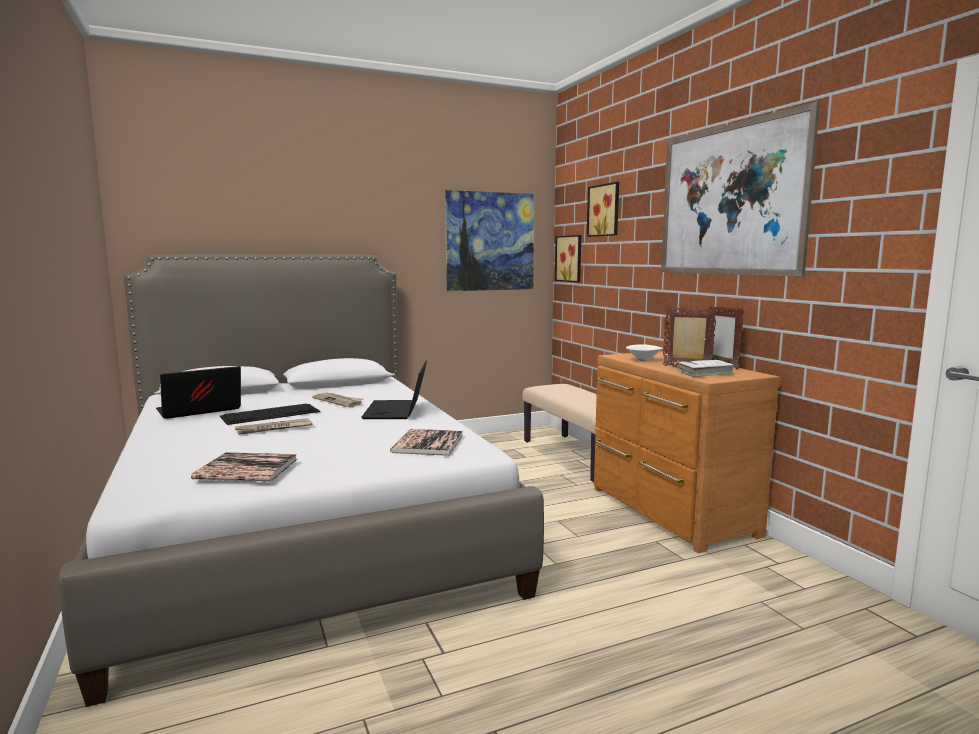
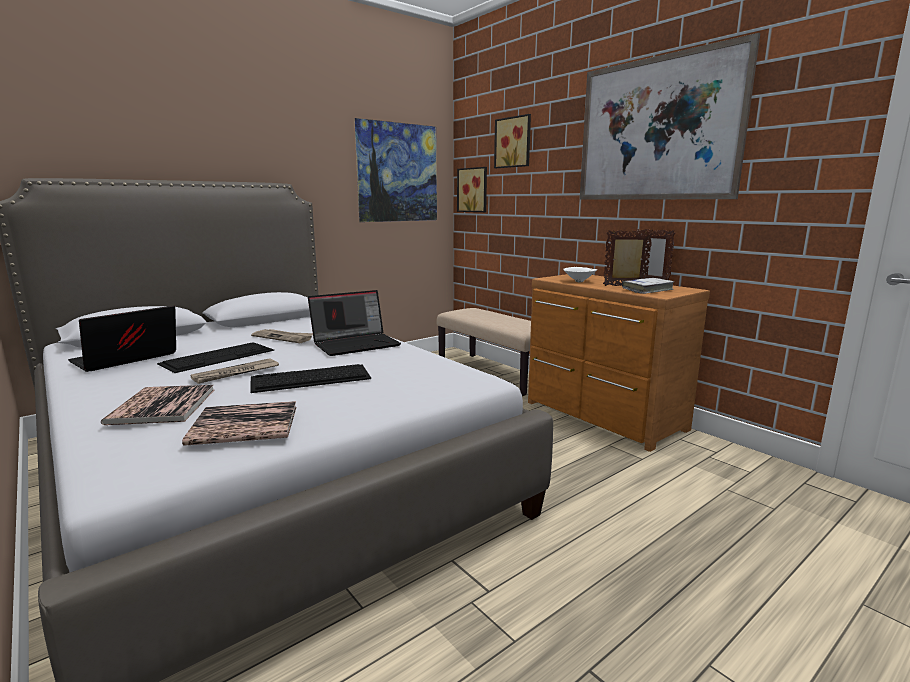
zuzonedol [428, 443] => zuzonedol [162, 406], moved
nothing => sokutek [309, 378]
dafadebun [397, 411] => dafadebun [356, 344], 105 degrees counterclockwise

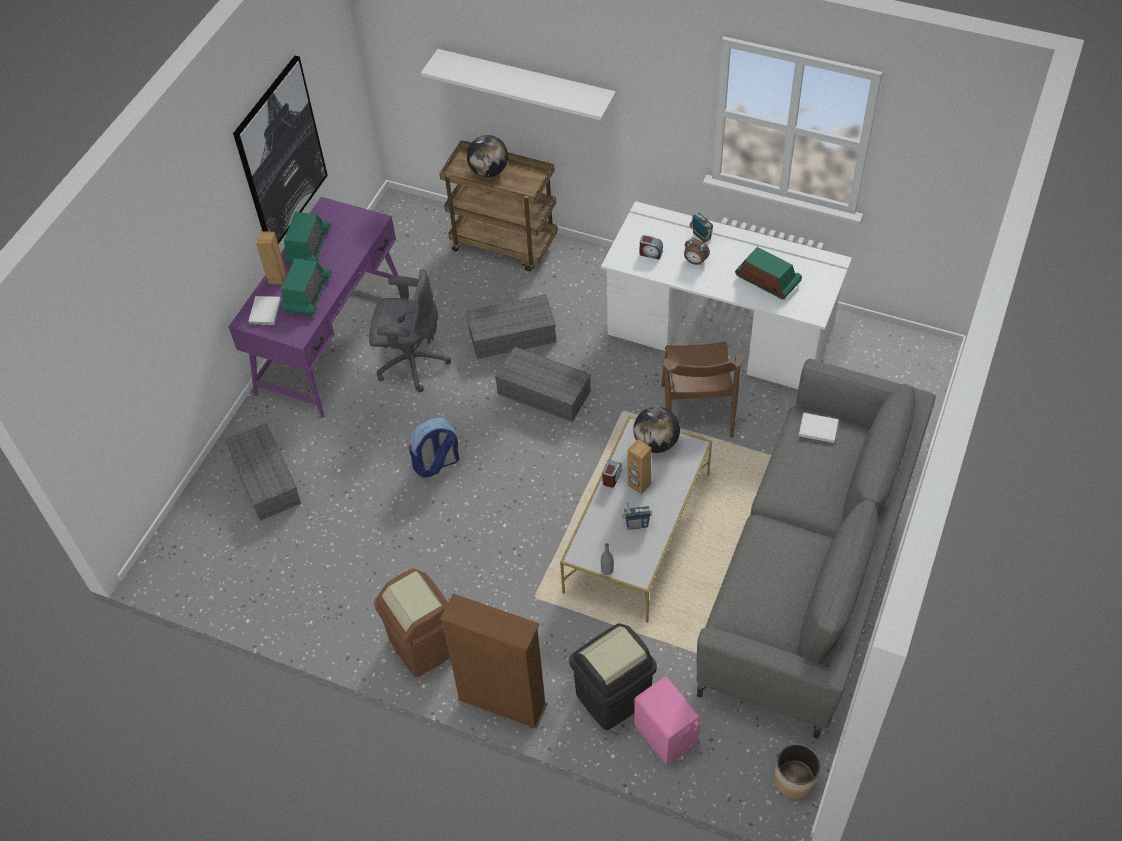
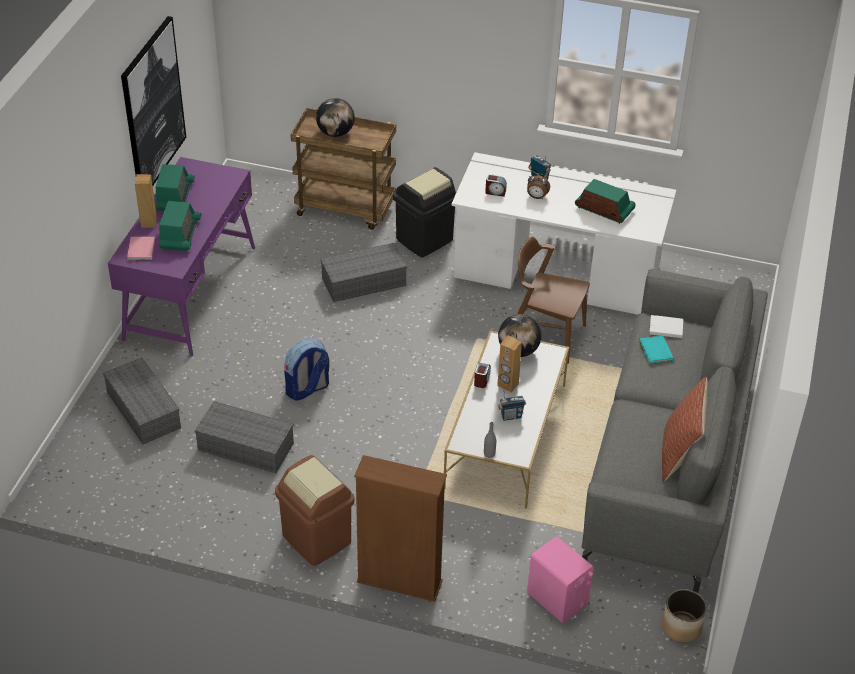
white zuzonedol [264, 312] => pink zuzonedol [140, 250]
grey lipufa [542, 393] => grey lipufa [244, 447], moved
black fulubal [613, 697] => black fulubal [424, 240], moved
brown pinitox [696, 411] => brown pinitox [545, 336], 120 degrees clockwise
nothing => turquoise zuzonedol [655, 352]
nothing => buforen [679, 454]
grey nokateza [411, 362] => nothing
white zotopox [526, 83] => nothing

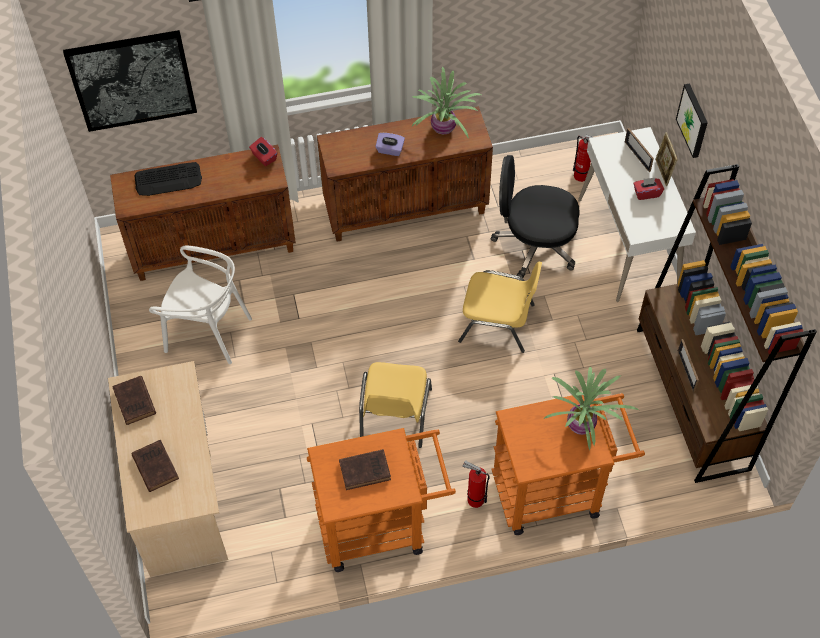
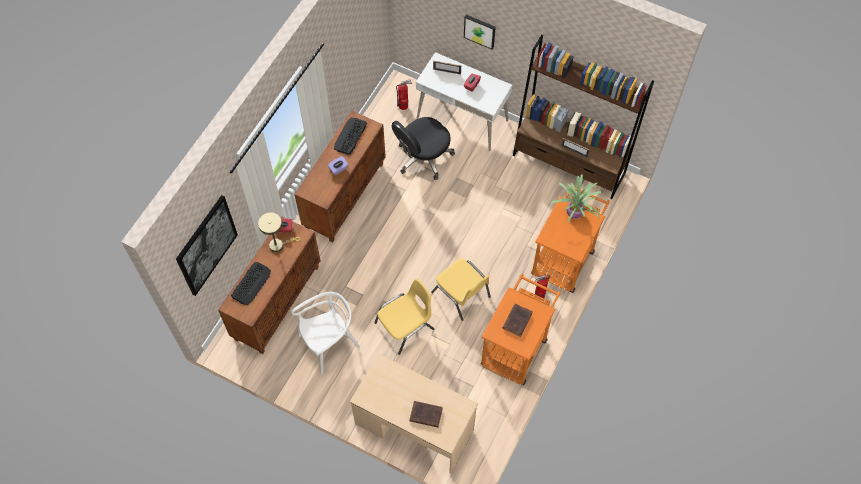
nothing => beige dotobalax [279, 244]
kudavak [443, 129] => sokutek [350, 136]
yellow pinitox [498, 323] => yellow pinitox [405, 326], moved
brown zuzonedol [135, 403] => nothing
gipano [662, 172] => nothing

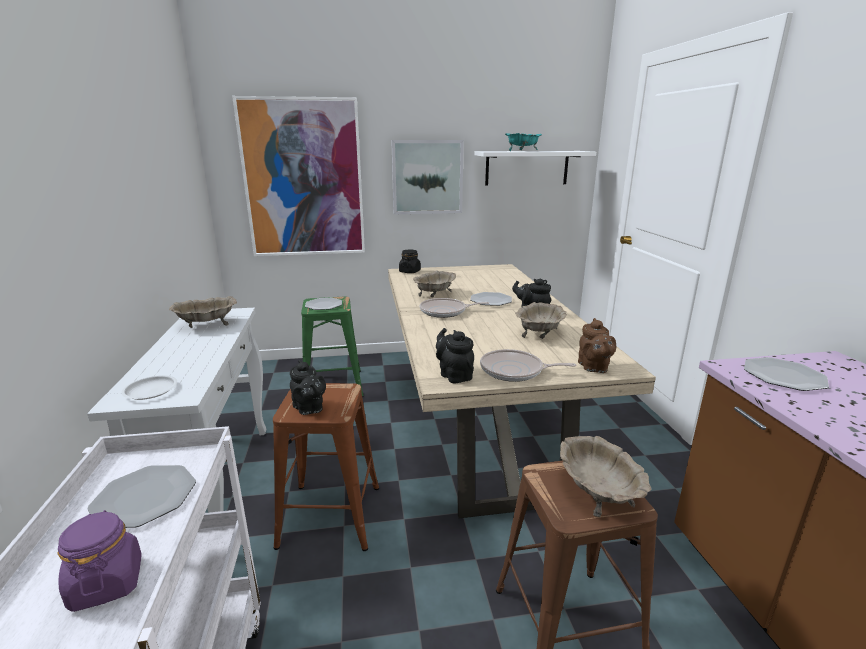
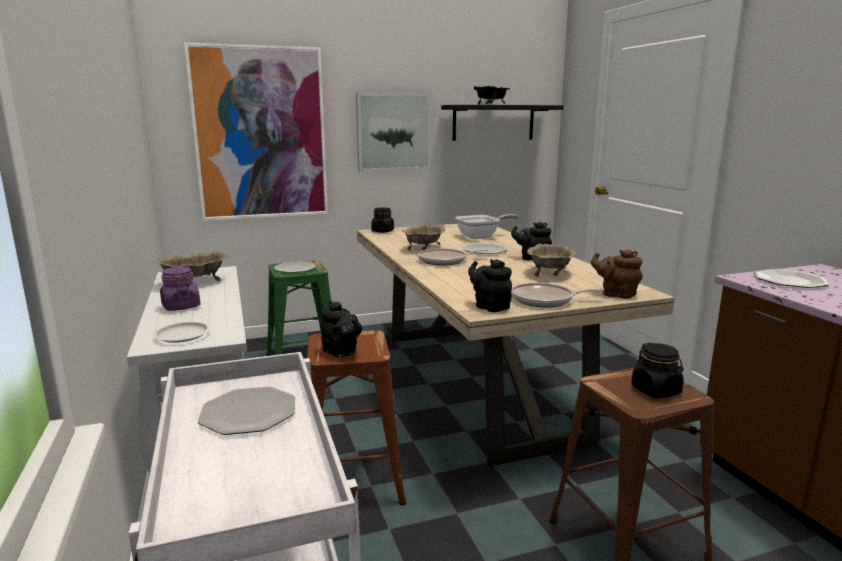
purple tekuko [107, 583] => purple tekuko [181, 306], moved
white zotopox [527, 168] => black zotopox [493, 122]
nothing => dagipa [481, 237]
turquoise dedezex [522, 151] => black dedezex [491, 104]
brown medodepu [593, 368] => brown medodepu [616, 294], 135 degrees clockwise
beige dedezex [597, 494] => black tekuko [656, 391]

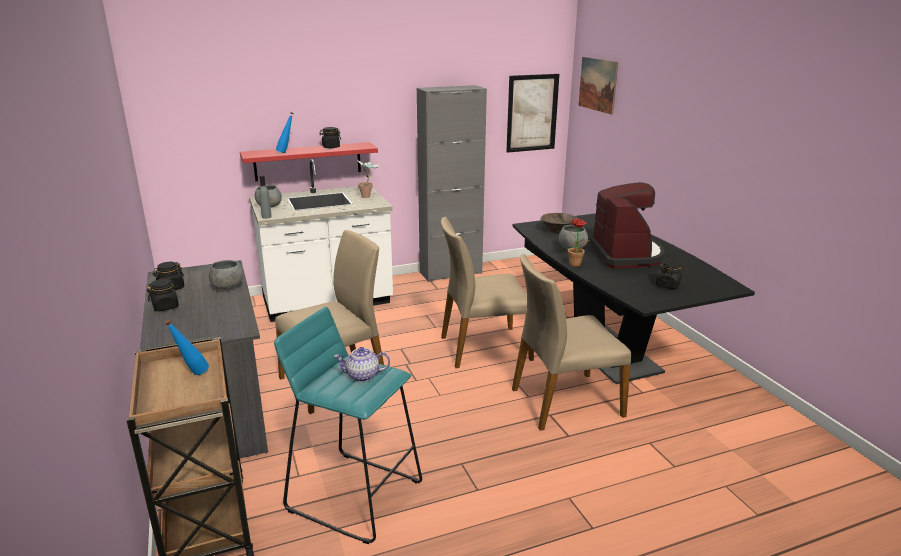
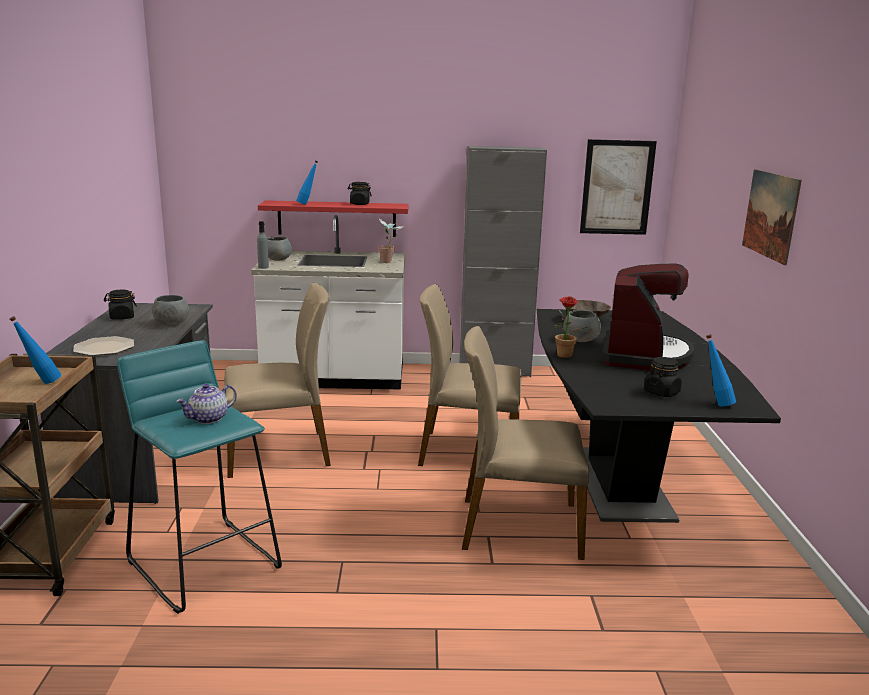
nothing => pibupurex [104, 348]
medodepu [362, 376] => medodepu [208, 419], 60 degrees counterclockwise
nothing => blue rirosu [715, 404]
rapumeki [597, 84] => rapumeki [770, 215], moved
black tekuko [166, 306] => nothing

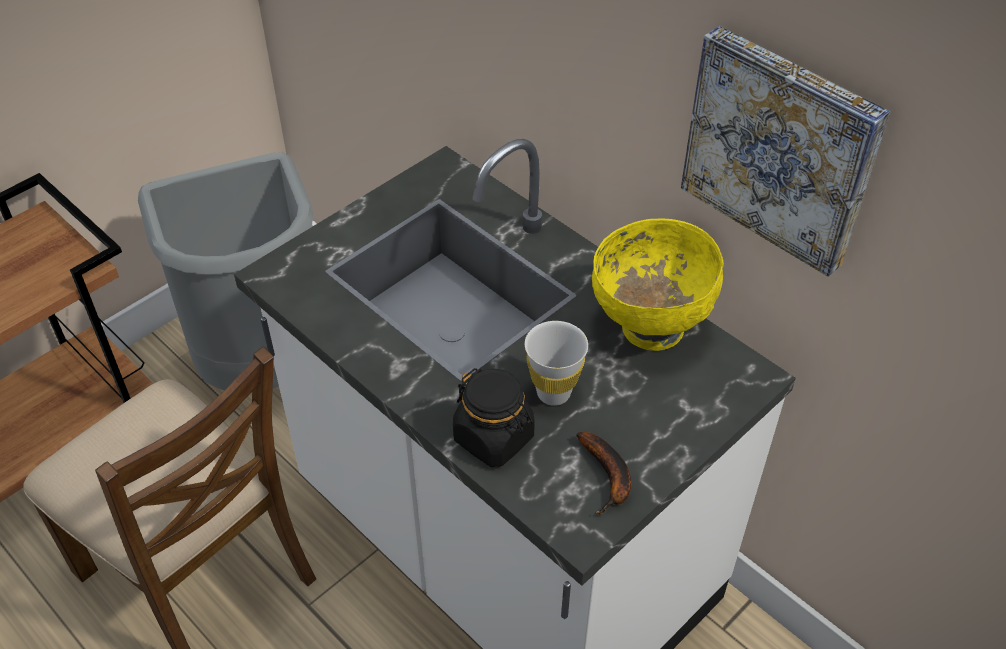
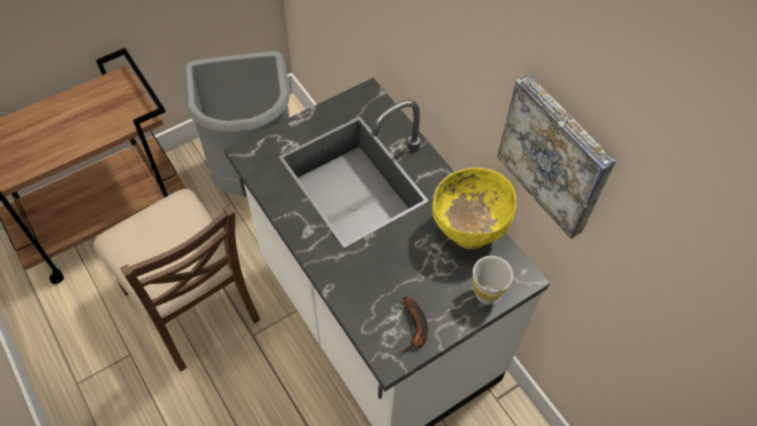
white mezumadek [553, 393] => white mezumadek [486, 295], moved
black tekuko [494, 438] => nothing

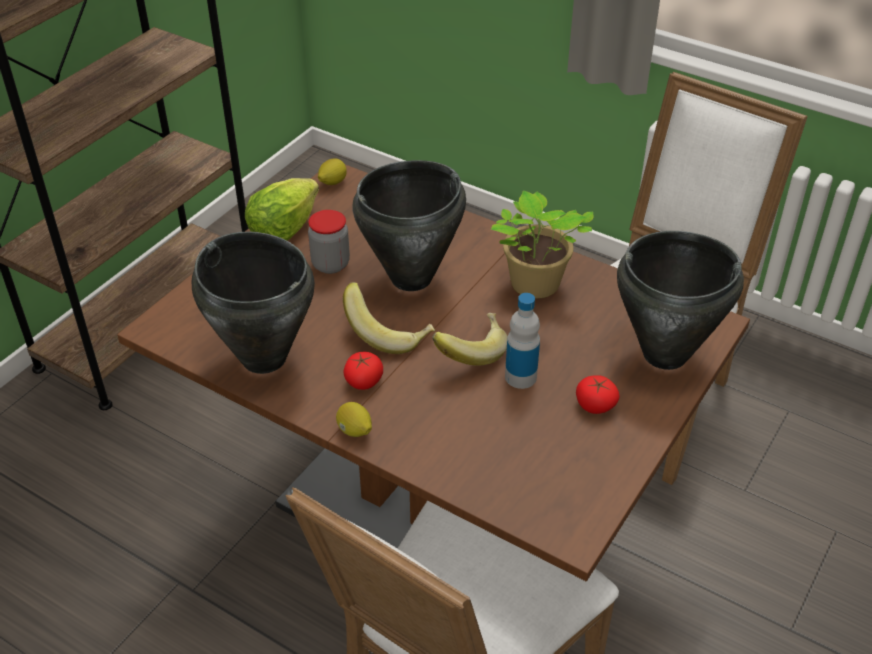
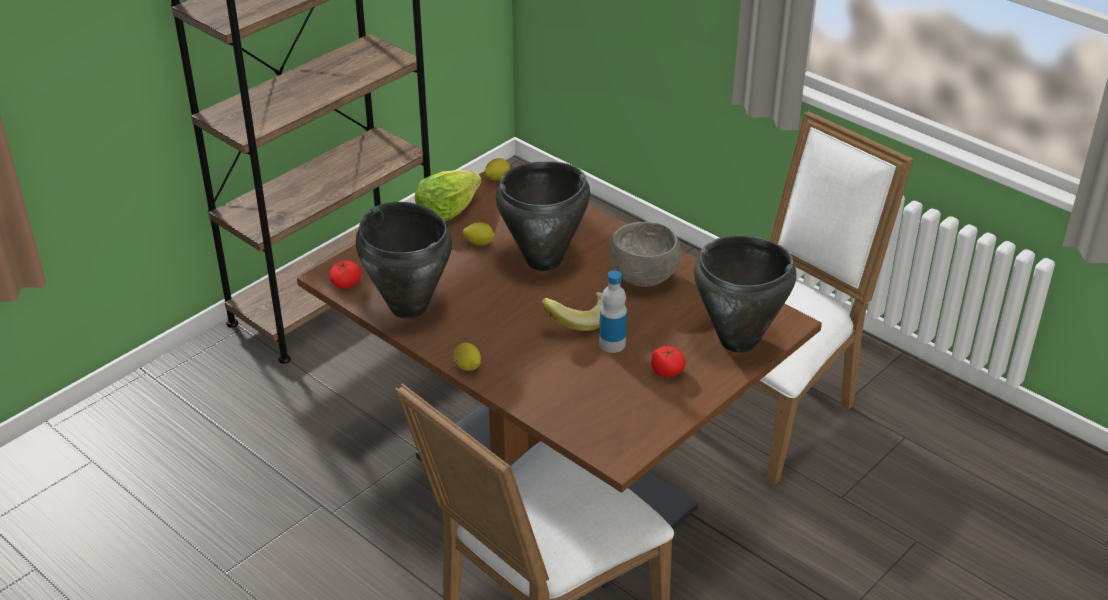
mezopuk [363, 381] => mezopuk [346, 284], moved
tekuko [330, 264] => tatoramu [479, 243]
kudavak [533, 286] => grey dedezex [644, 277]
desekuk [389, 333] => nothing

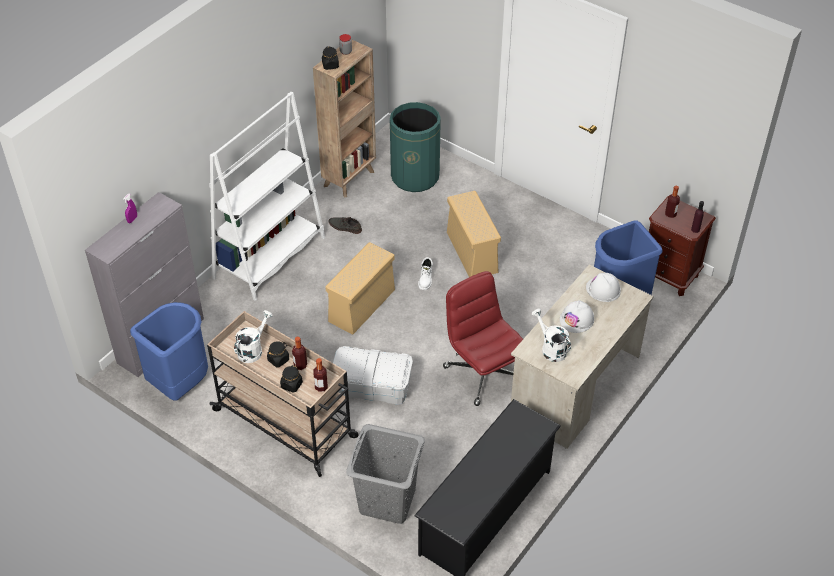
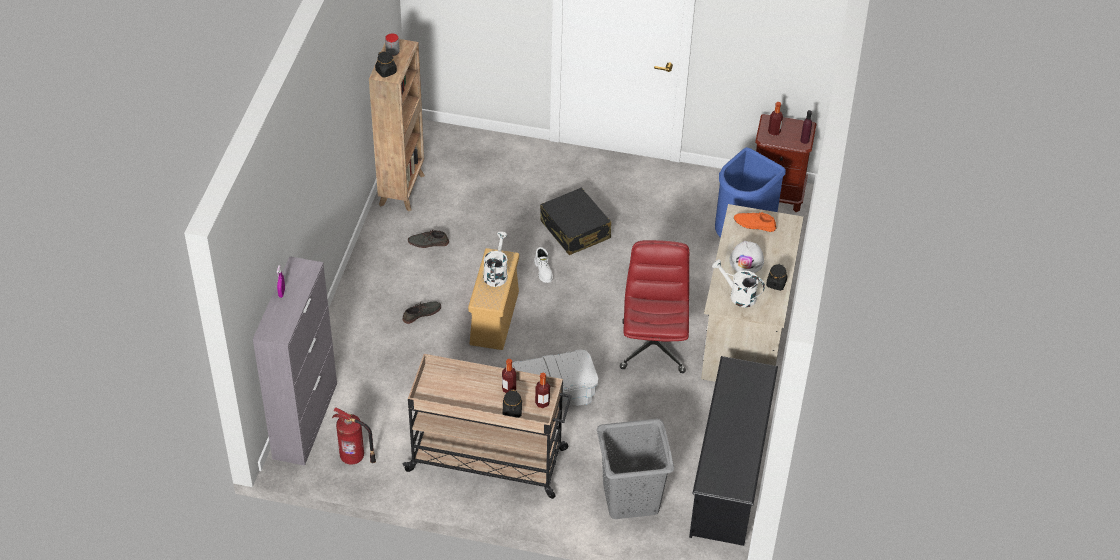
blue fulubal [180, 384] => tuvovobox [354, 457]
nothing => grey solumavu [421, 313]
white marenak [253, 349] => white marenak [496, 273], moved
beige lipufa [472, 253] => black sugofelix [575, 230]
red nokateza [483, 373] => red nokateza [653, 346], 60 degrees clockwise
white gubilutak [603, 289] => orange solumavu [754, 224]
black tekuko [278, 360] => black tekuko [776, 283], moved
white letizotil [270, 258] => nothing
green fulubal [415, 176] => nothing

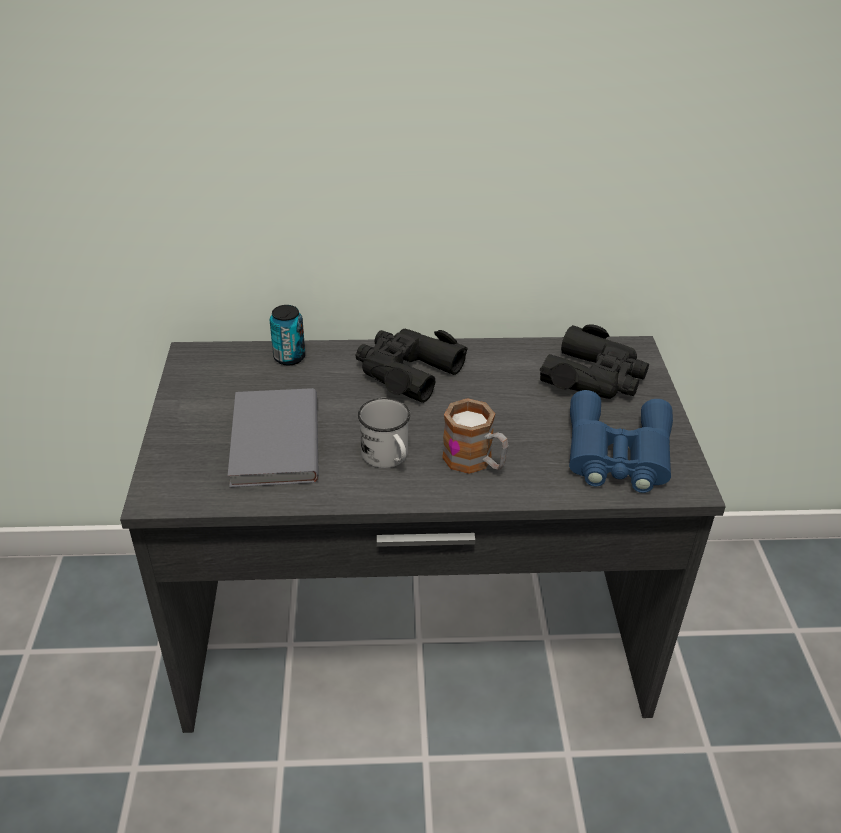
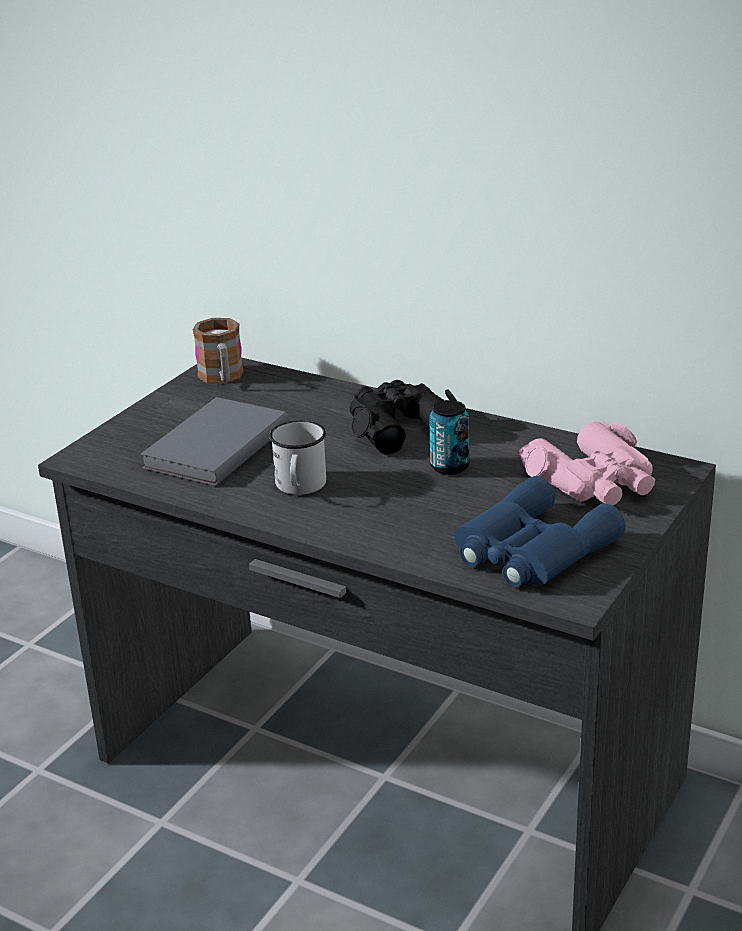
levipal [475, 462] => levipal [222, 378], moved
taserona [289, 357] => taserona [449, 466], moved
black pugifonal [594, 377] => pink pugifonal [594, 481]

